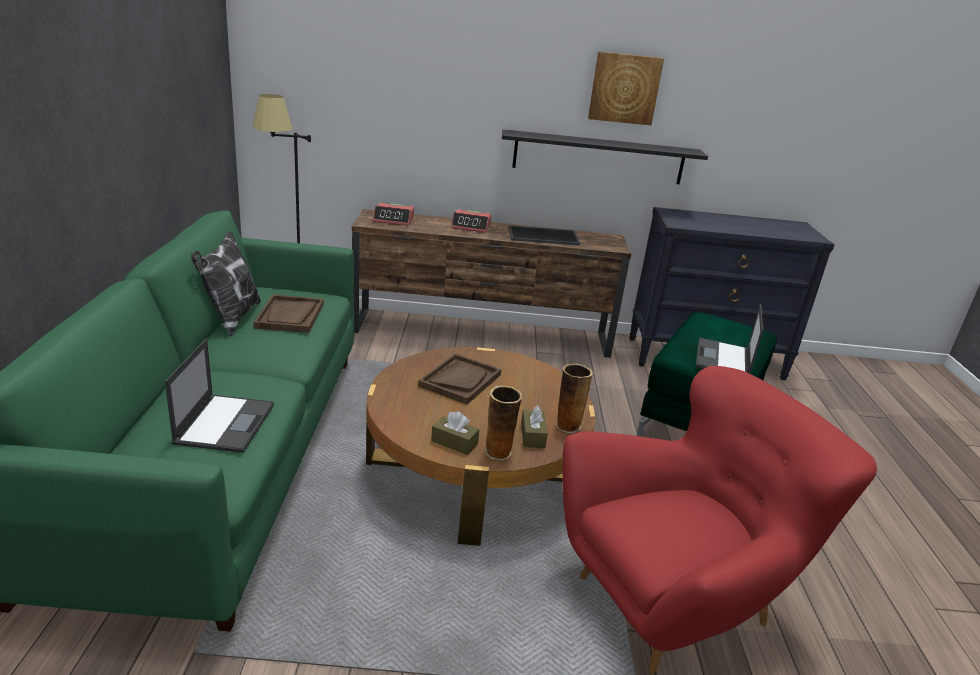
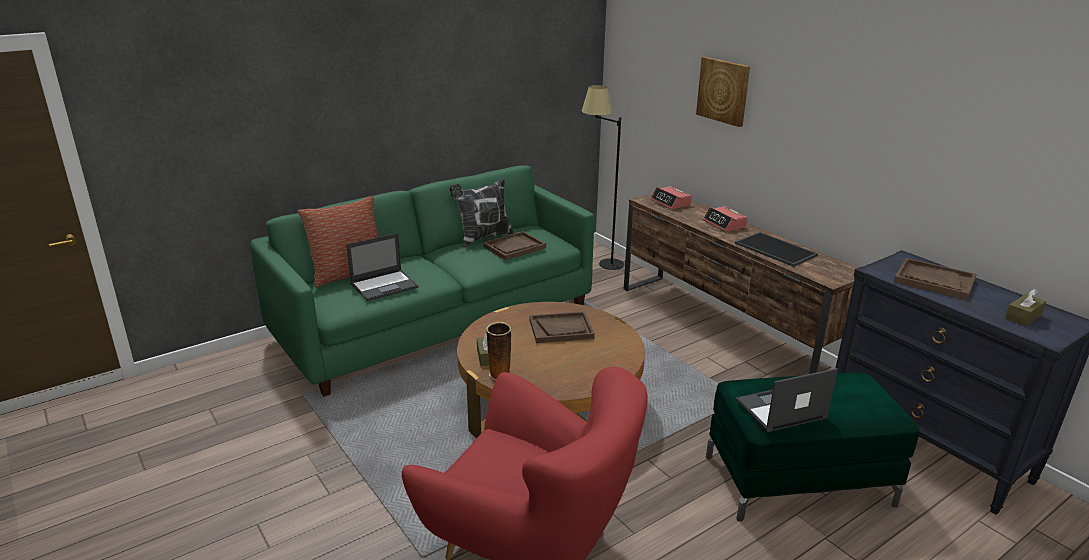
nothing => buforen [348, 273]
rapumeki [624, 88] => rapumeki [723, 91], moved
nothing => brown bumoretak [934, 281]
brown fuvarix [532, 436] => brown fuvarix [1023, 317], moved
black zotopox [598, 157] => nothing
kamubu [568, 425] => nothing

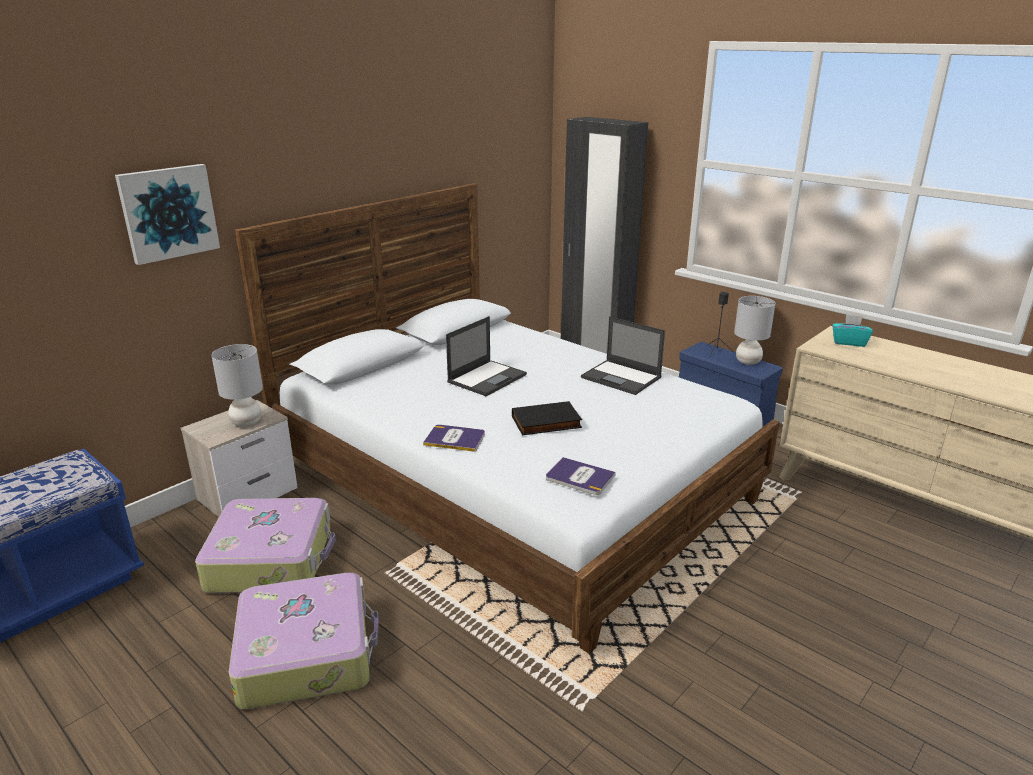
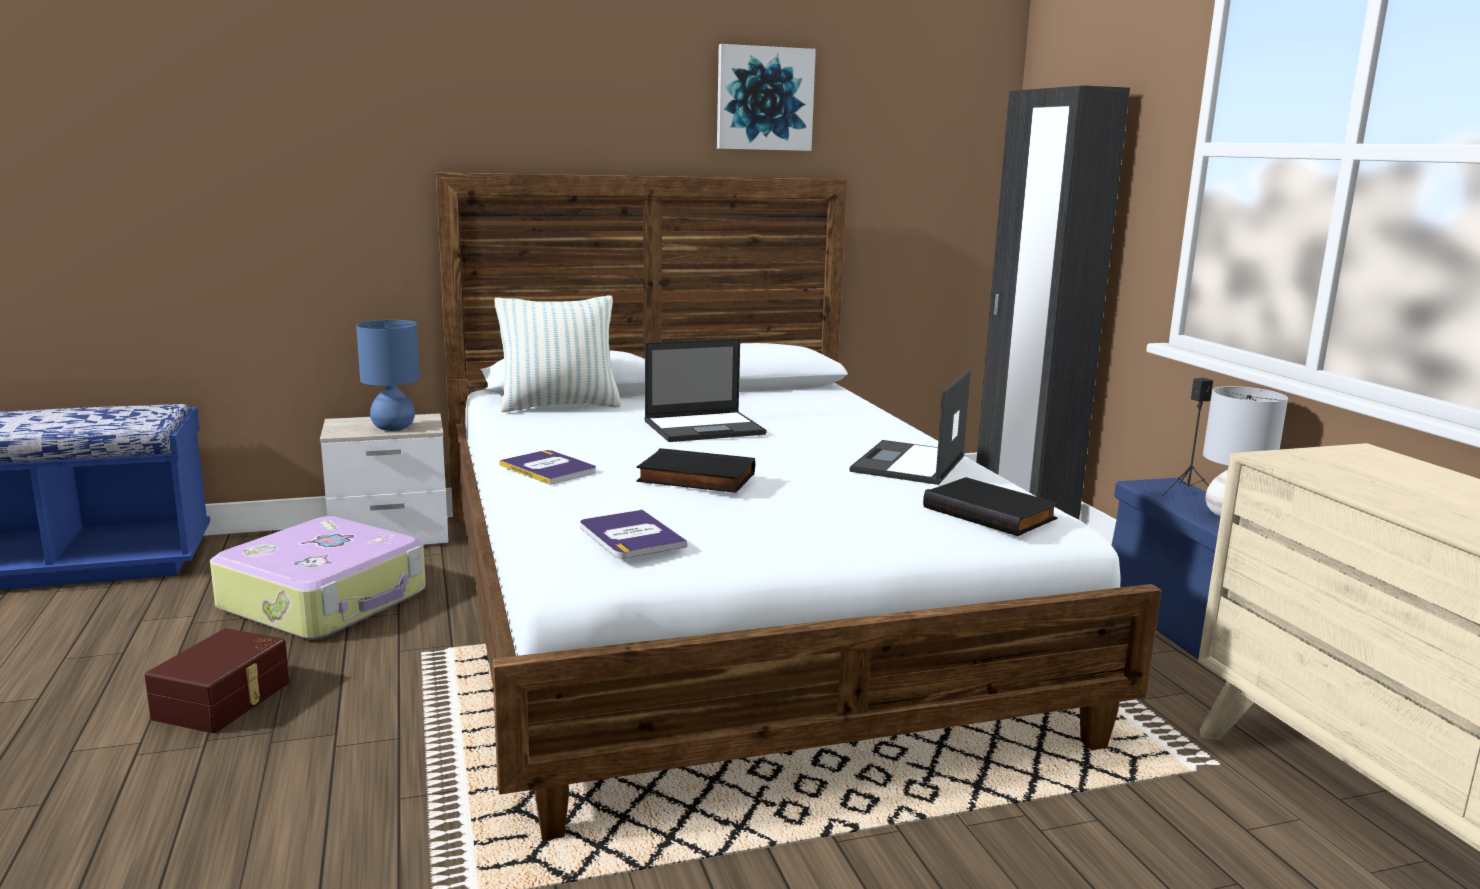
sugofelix [307, 652] => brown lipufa [225, 700]
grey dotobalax [246, 423] => blue dotobalax [393, 428]
nothing => buforen [559, 406]
rapumeki [168, 213] => rapumeki [764, 99], moved
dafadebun [622, 378] => dafadebun [909, 464], 45 degrees clockwise
nothing => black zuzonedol [991, 513]
turquoise fuvarix [849, 342] => nothing

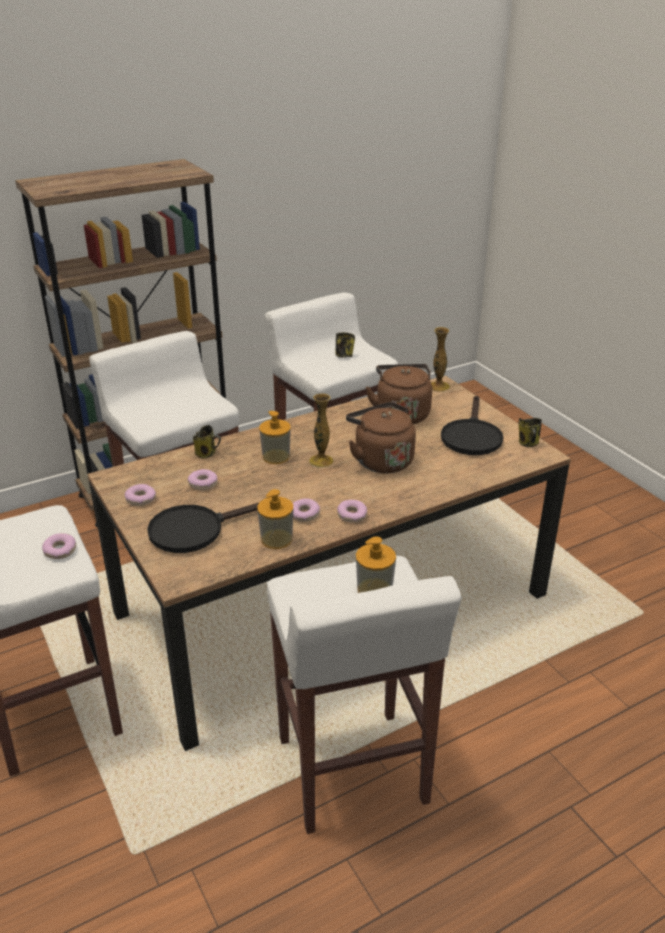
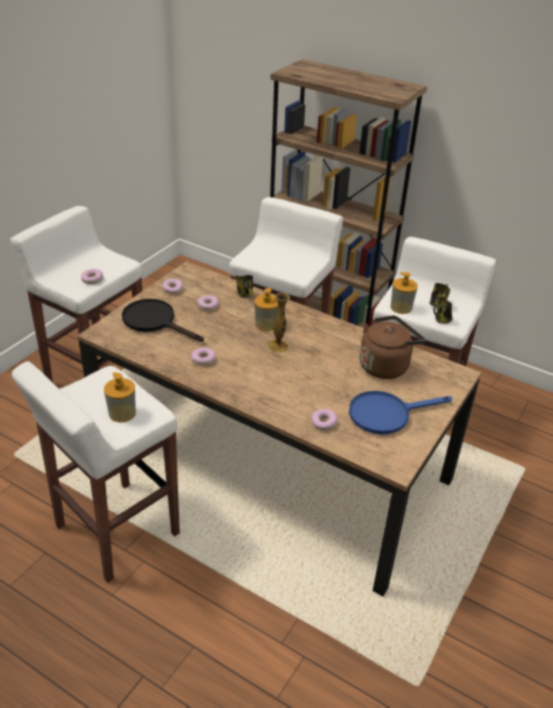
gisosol [352, 515] => gisosol [323, 423], moved
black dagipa [471, 436] => blue dagipa [386, 414]
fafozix [276, 539] => fafozix [401, 307], moved
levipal [528, 443] => levipal [441, 320], moved
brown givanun [381, 460] => nothing
kamubu [439, 386] => nothing

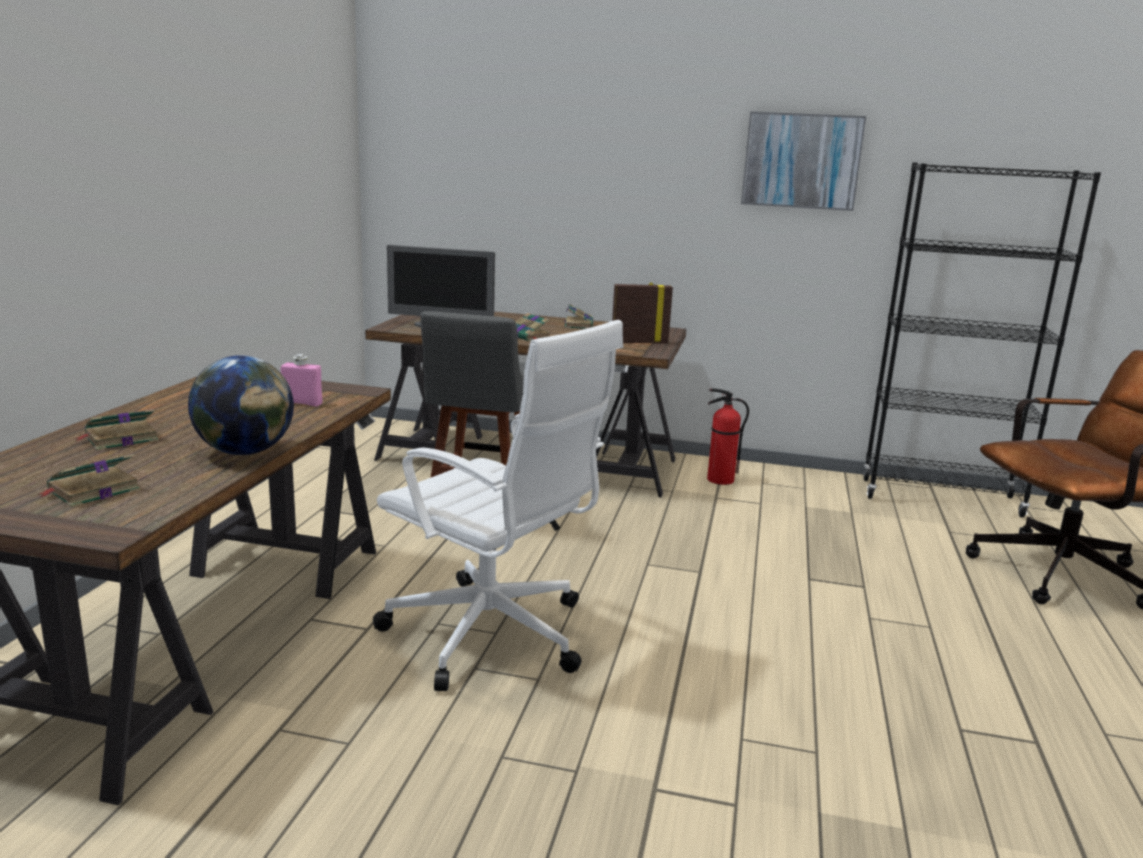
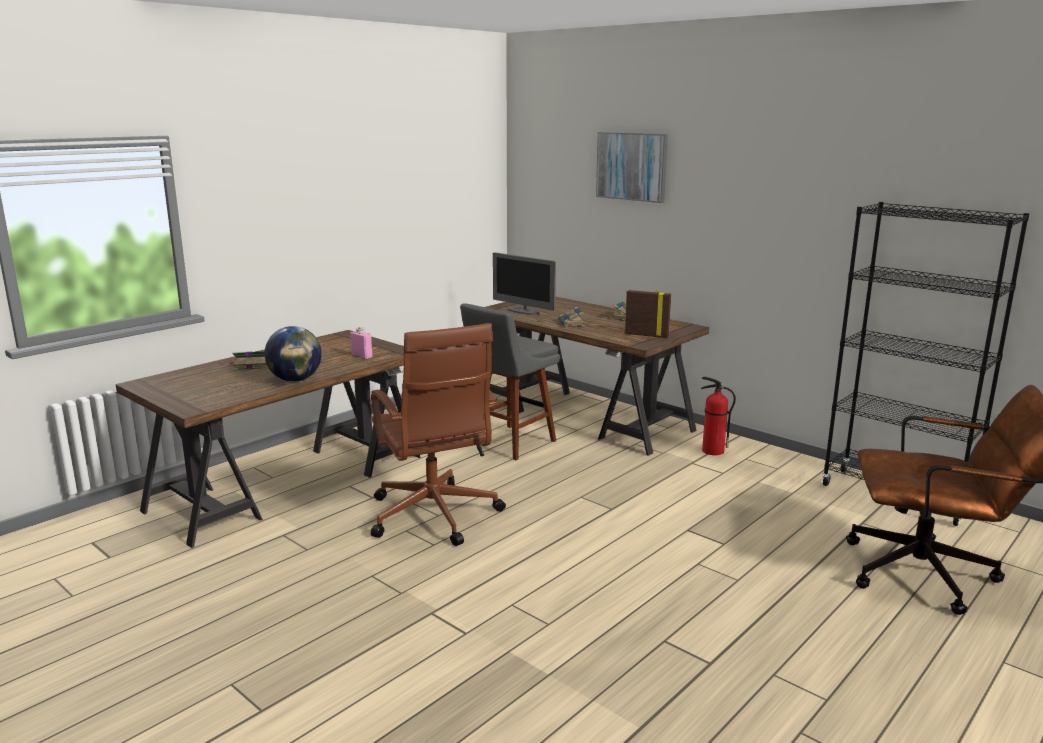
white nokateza [492, 636] => brown nokateza [434, 516]
rapumeki [801, 161] => rapumeki [632, 166], moved
zuzonedol [91, 491] => nothing

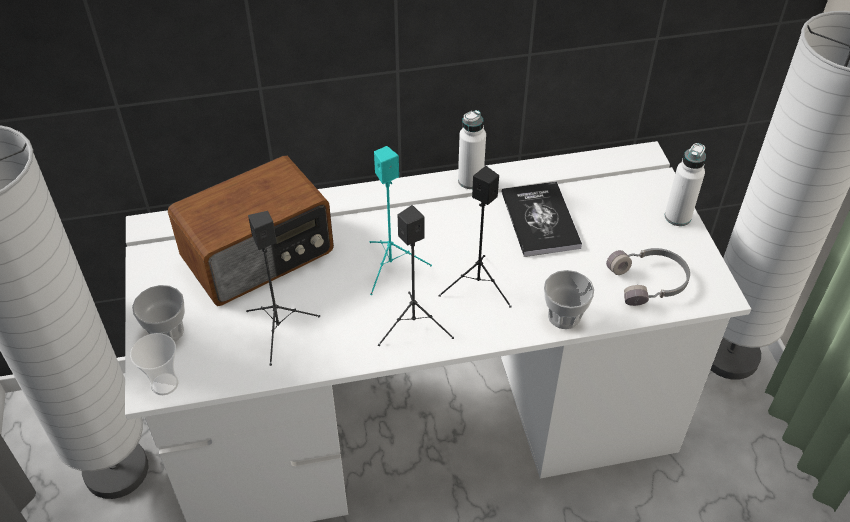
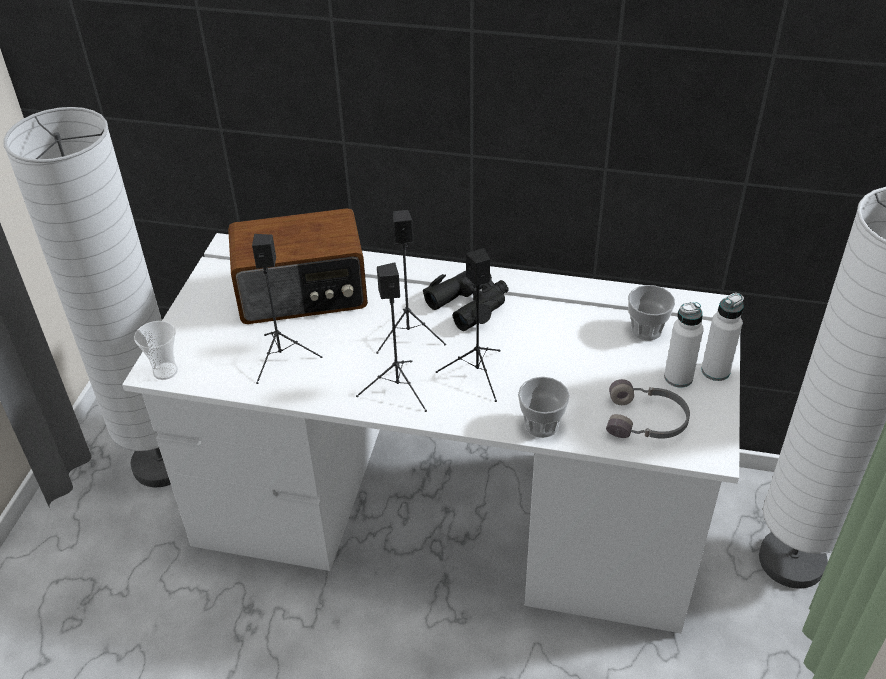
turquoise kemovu [391, 266] => black kemovu [409, 335]
nothing => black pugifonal [469, 303]
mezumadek [167, 331] => mezumadek [646, 330], moved
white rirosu [470, 180] => white rirosu [678, 377], moved
zuzonedol [540, 220] => nothing

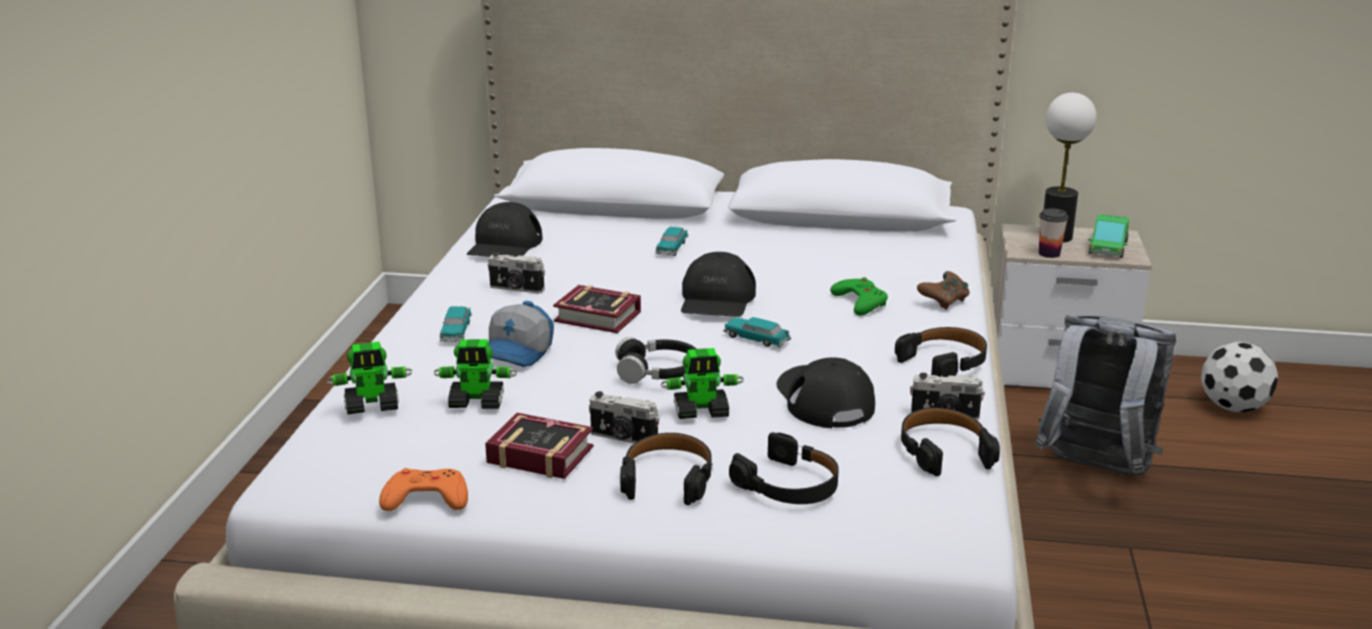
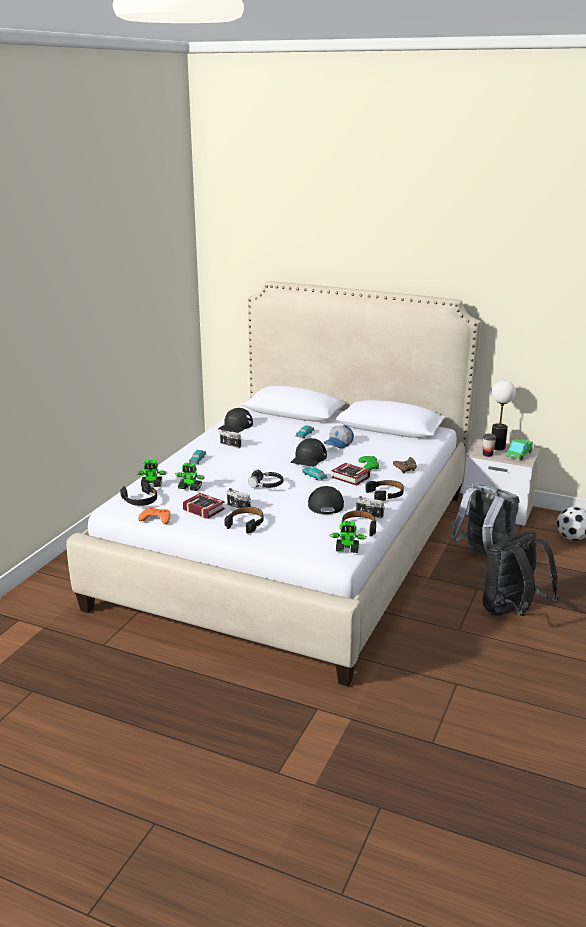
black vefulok [789, 485] => black vefulok [140, 500], moved
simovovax [518, 353] => simovovax [339, 444], moved
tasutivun [702, 412] => tasutivun [347, 549], moved
zuzonedol [600, 318] => zuzonedol [351, 478], moved
nothing => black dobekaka [512, 612]

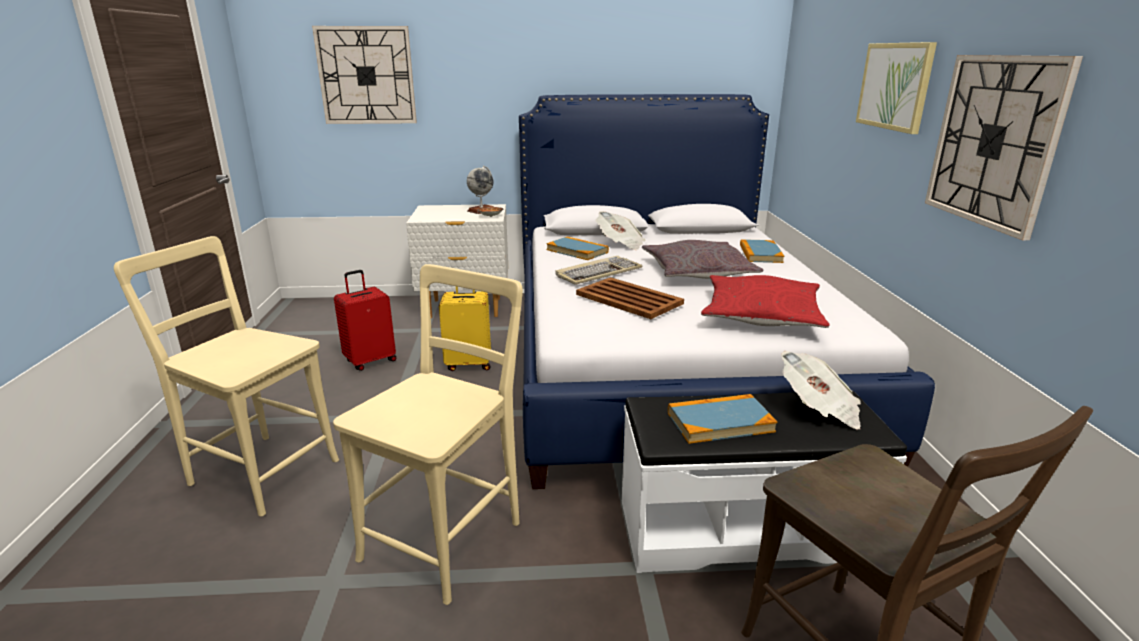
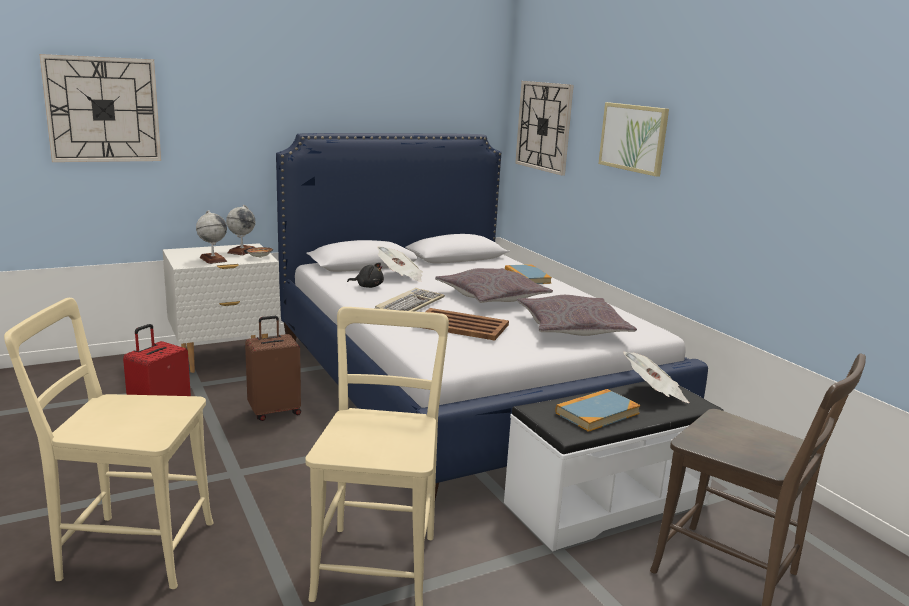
nothing => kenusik [213, 259]
yellow sugofelix [469, 364] => brown sugofelix [274, 411]
zuzonedol [577, 251] => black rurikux [368, 286]
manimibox [994, 141] => manimibox [544, 126], moved
red buforen [761, 315] => grey buforen [572, 328]

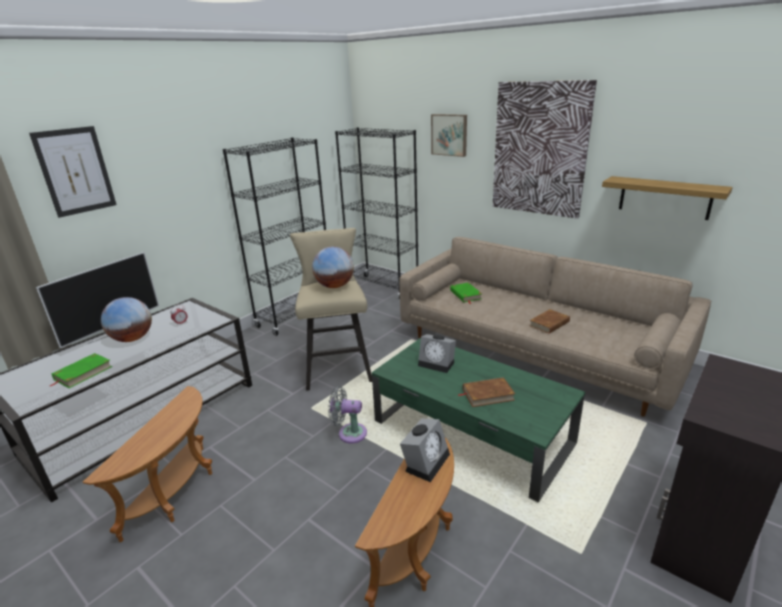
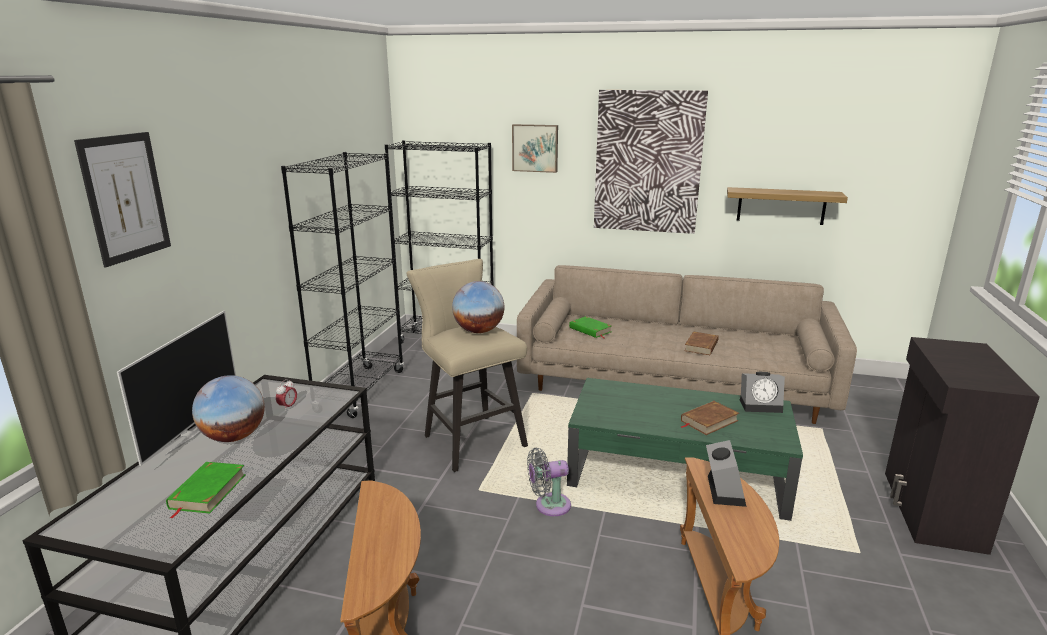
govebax [438, 363] => govebax [761, 405], moved

